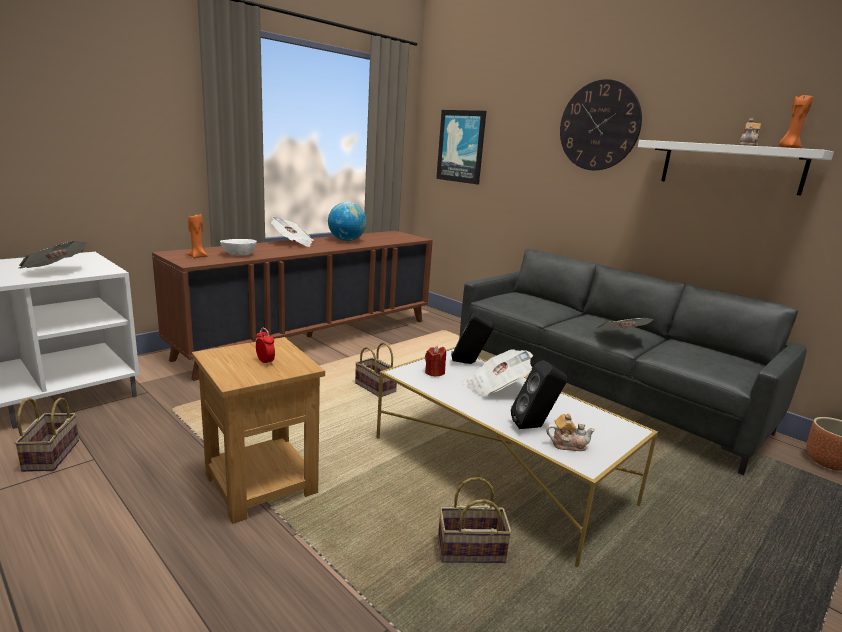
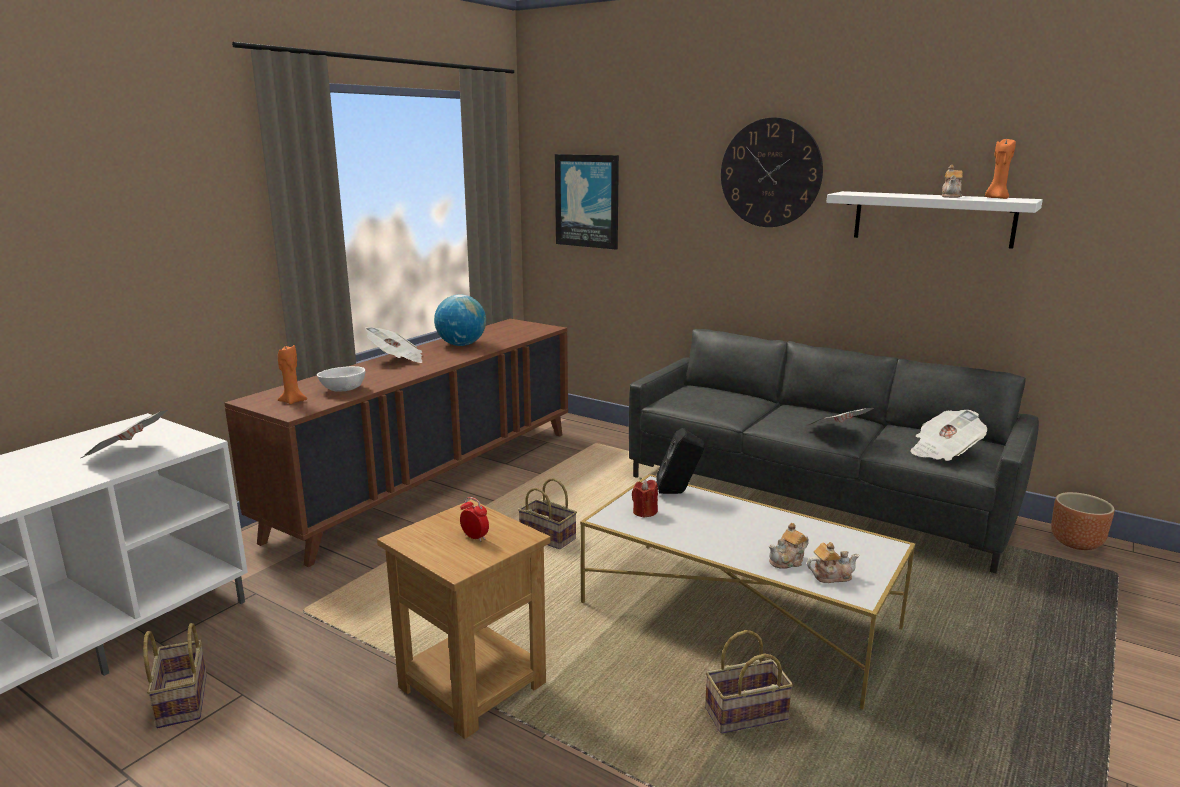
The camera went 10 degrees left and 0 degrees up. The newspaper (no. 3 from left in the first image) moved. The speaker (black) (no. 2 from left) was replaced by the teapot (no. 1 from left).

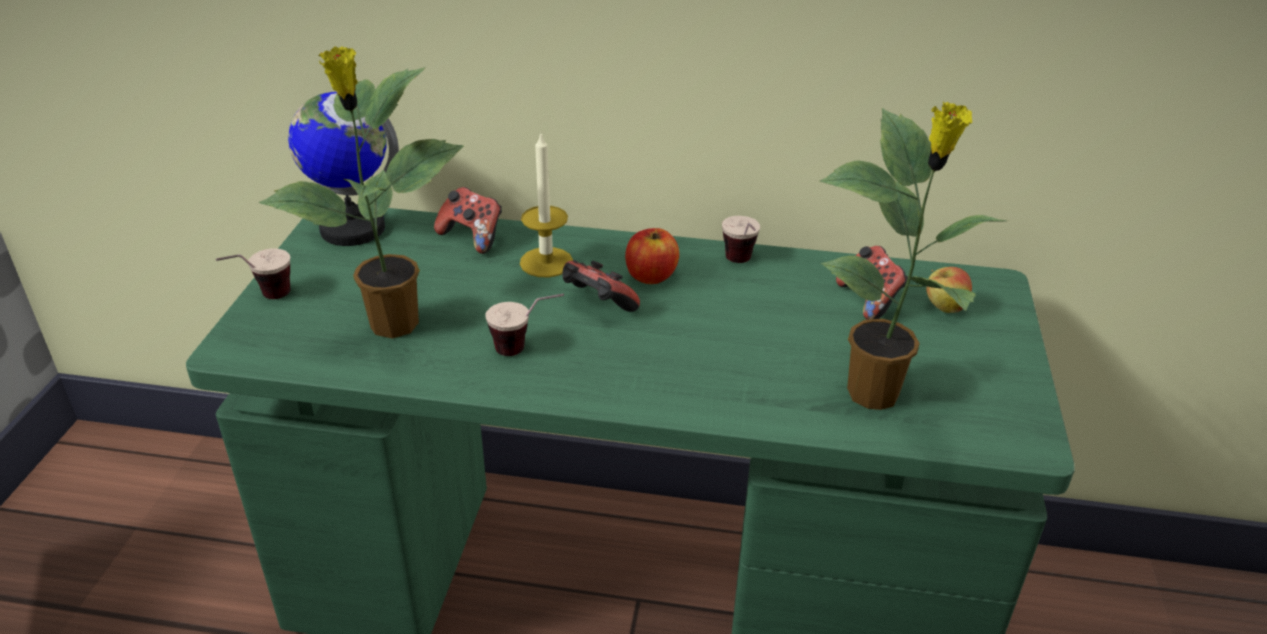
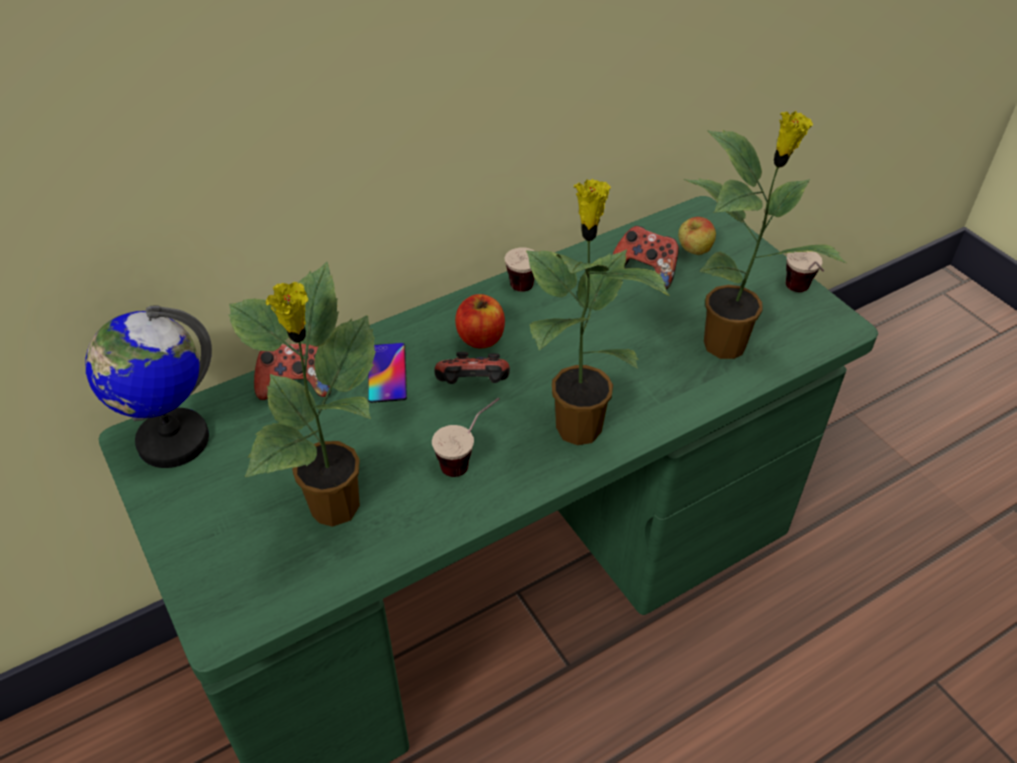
The camera went 40 degrees left and 10 degrees up. The potted plant (no. 2 from left) appeared. The cup (no. 1 from left in the first image) moved. The candle was replaced by the phone.

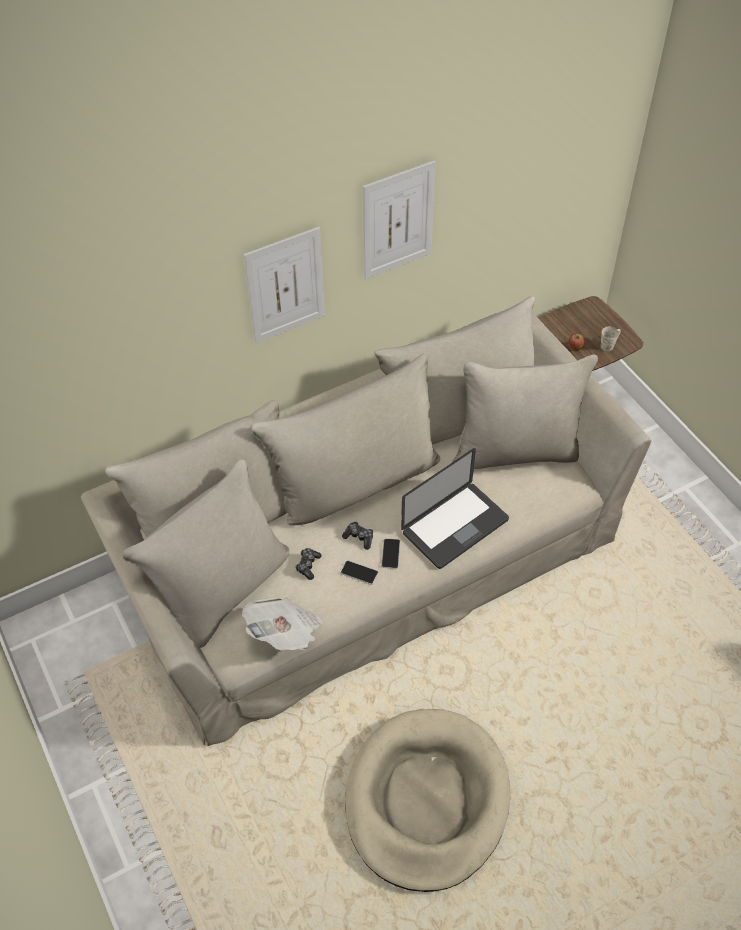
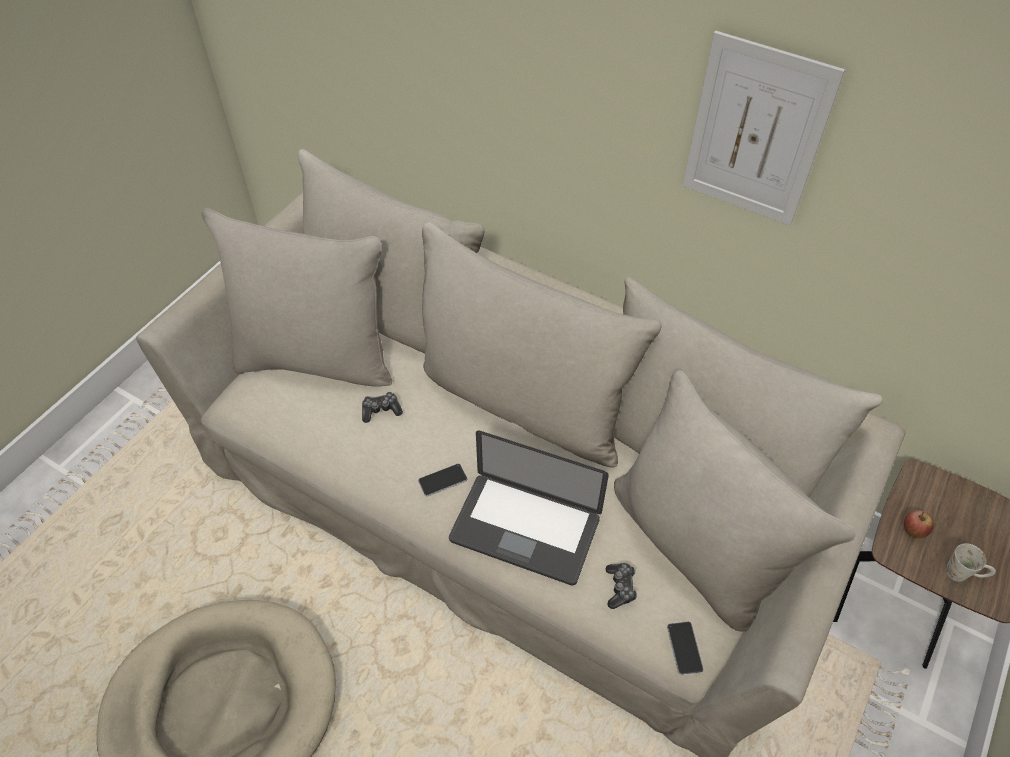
The camera went 60 degrees right and 0 degrees up. The newspaper disappeared. The picture (no. 1 from left) disappeared. The phone (no. 1 from left in the first image) moved. The game controller (no. 2 from left) moved.

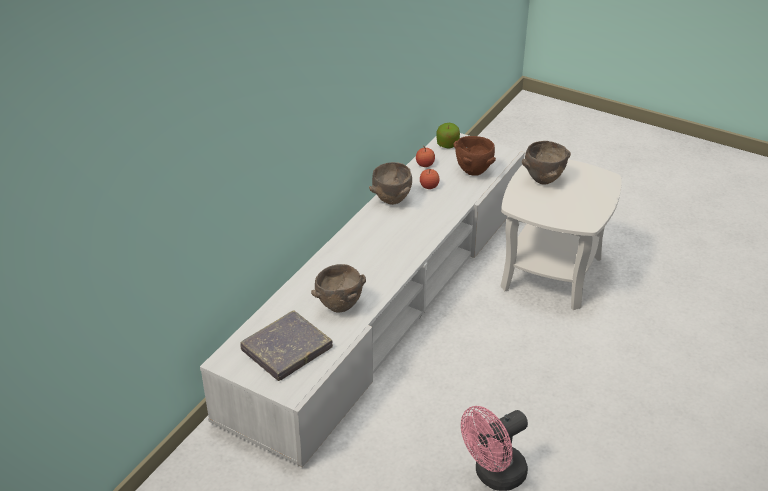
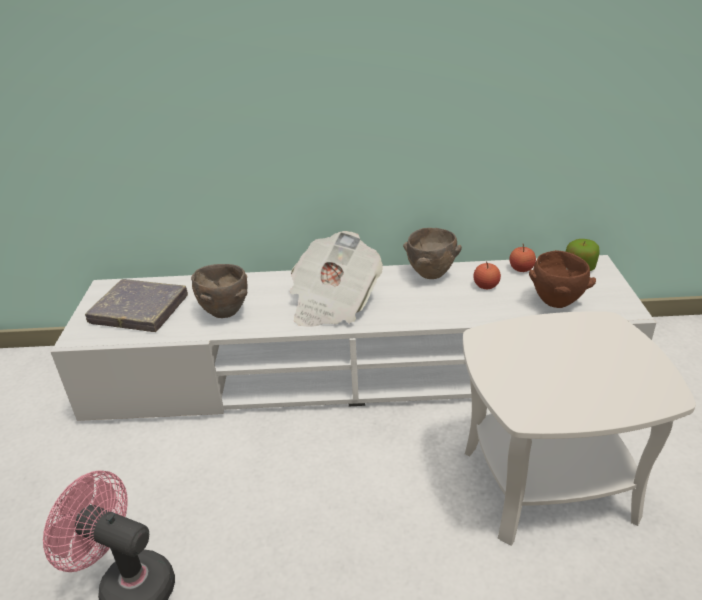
The camera went 60 degrees right and 5 degrees down. The bowl (brown) (no. 4 from left) disappeared. The newspaper appeared.

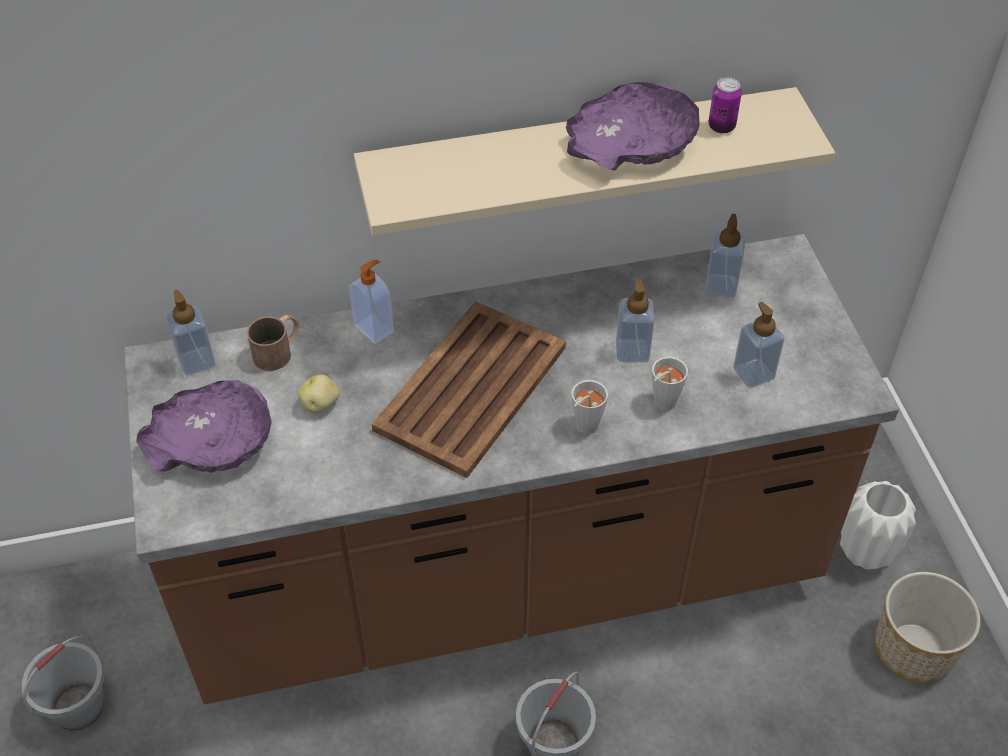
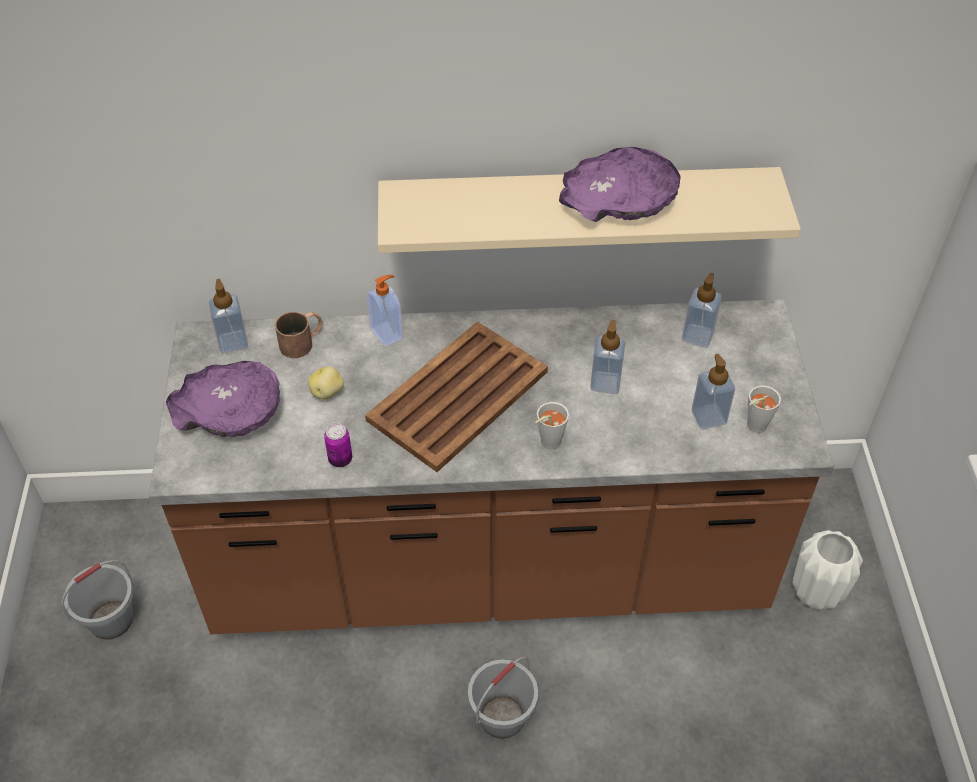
The camera went 10 degrees right and 0 degrees up. The planter disappeared. The cup (grey) (no. 2 from left) moved. The can moved.

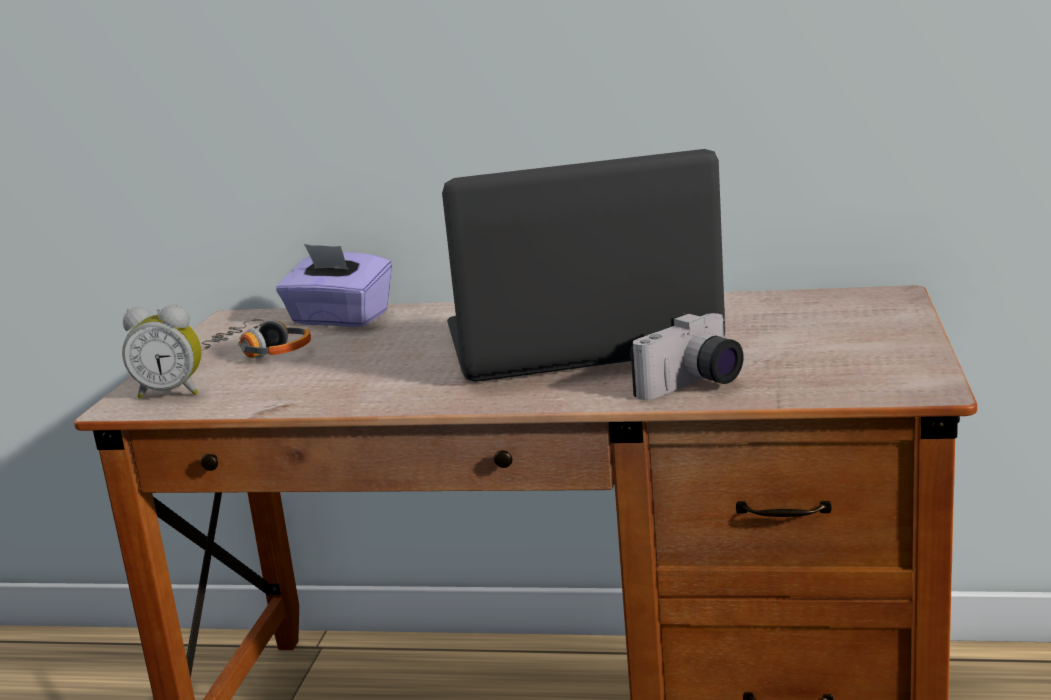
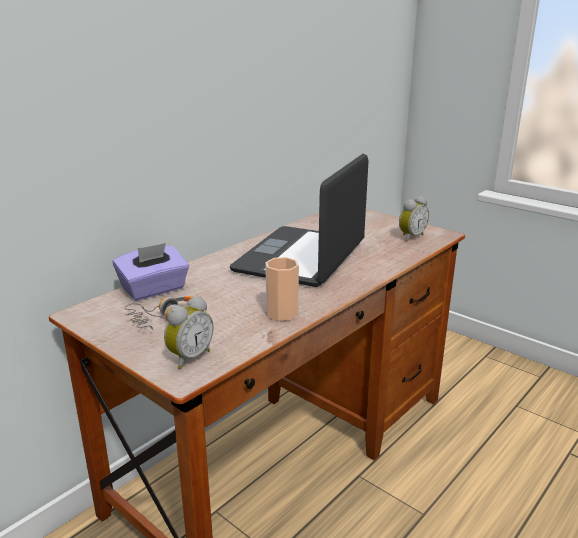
The camera went 60 degrees left and 5 degrees up. The photo camera disappeared. The cup appeared. The alarm clock (no. 2 from left) appeared.

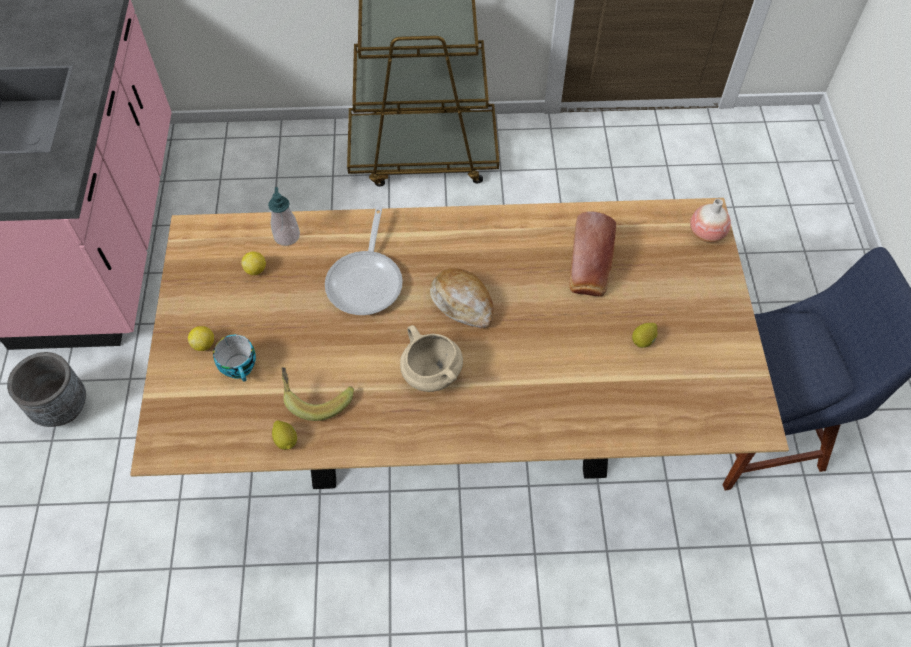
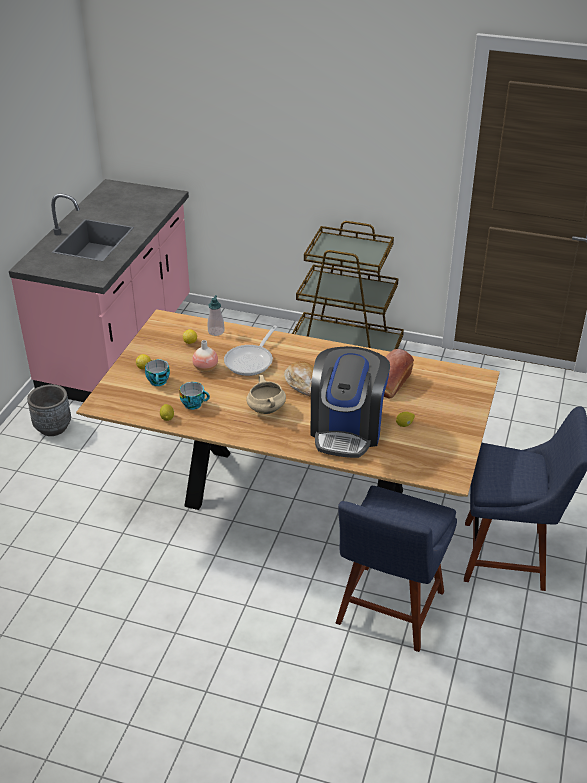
The camera went 20 degrees right and 20 degrees down. The coffee machine appeared. The chair (blue) (no. 1 from left) appeared. The vase moved. The banana was replaced by the cup (no. 2 from left).

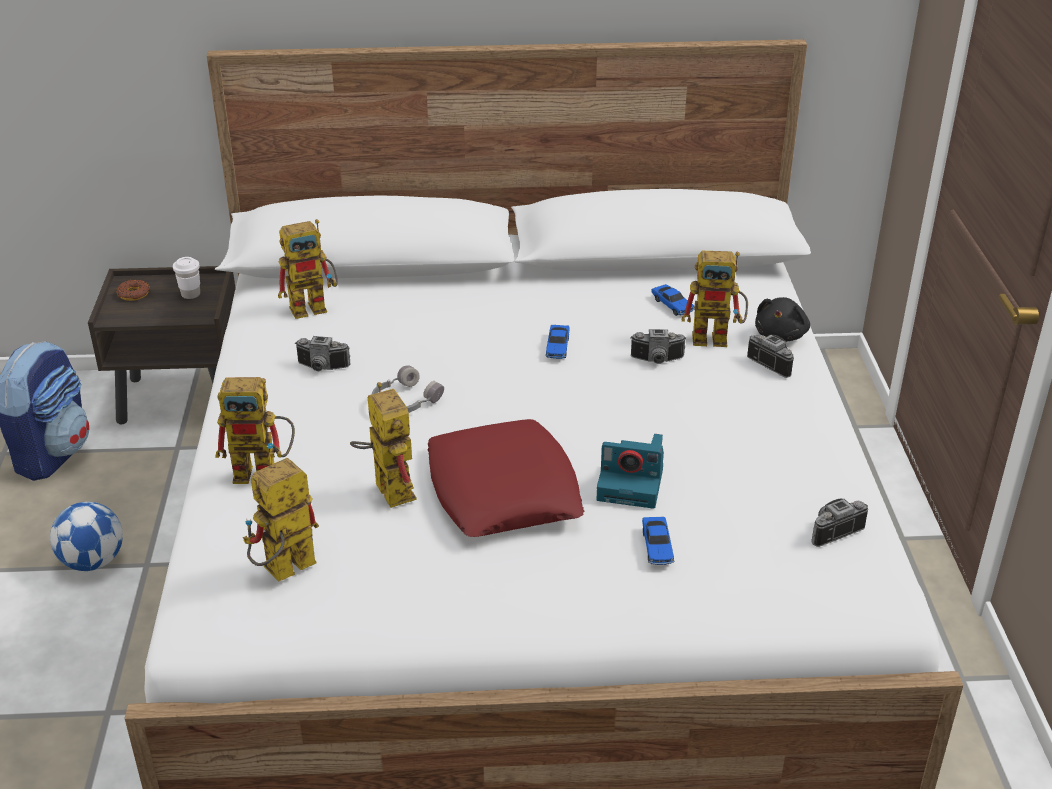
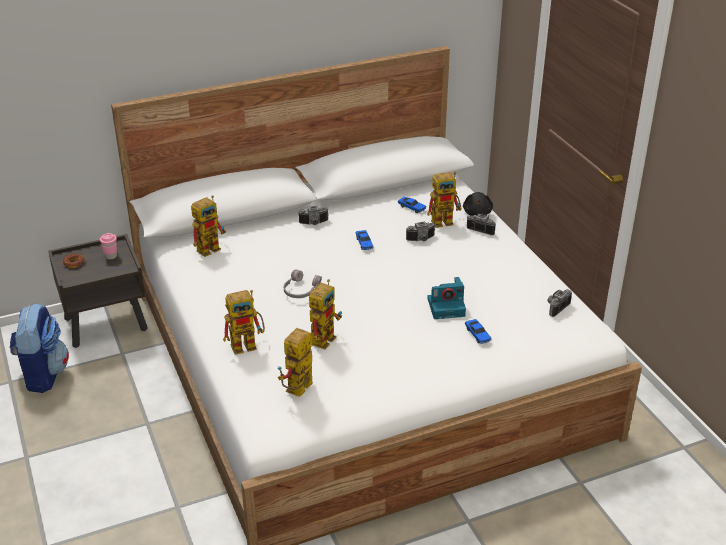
The camera went 20 degrees left and 0 degrees up. The football disappeared. The pillow (red) disappeared. The photo camera (no. 1 from left) moved. The cup (white) became the cup (pink). The toy robot (no. 4 from left) turned 75 degrees clockwise.

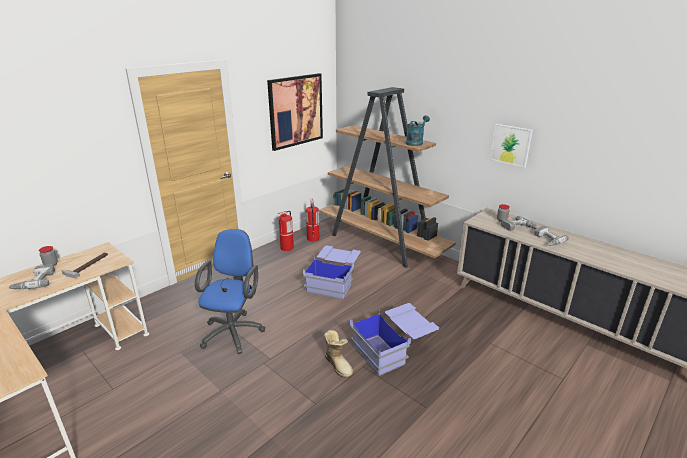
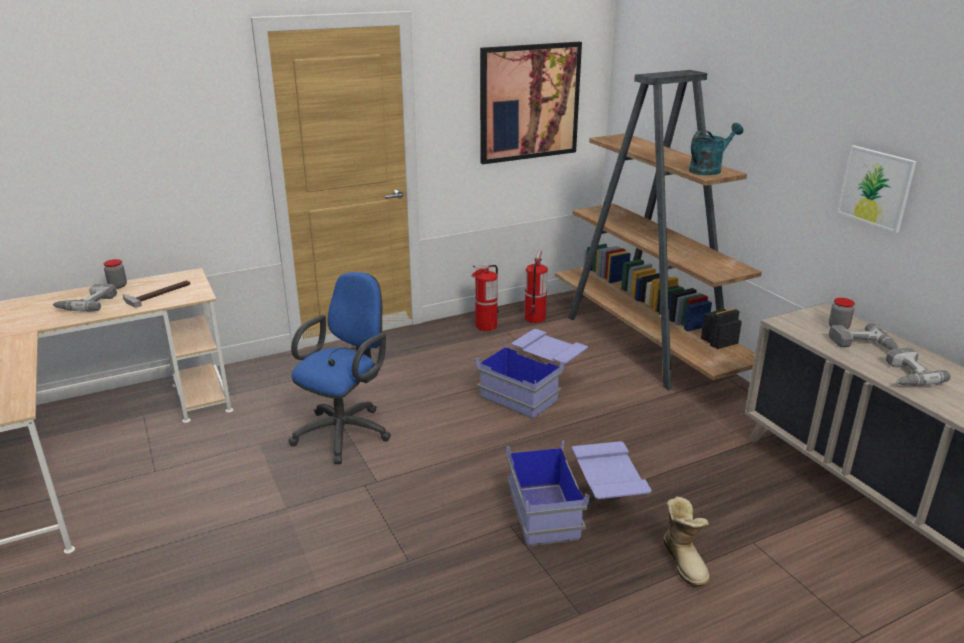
The camera went 20 degrees right and 0 degrees up. The boot moved.

